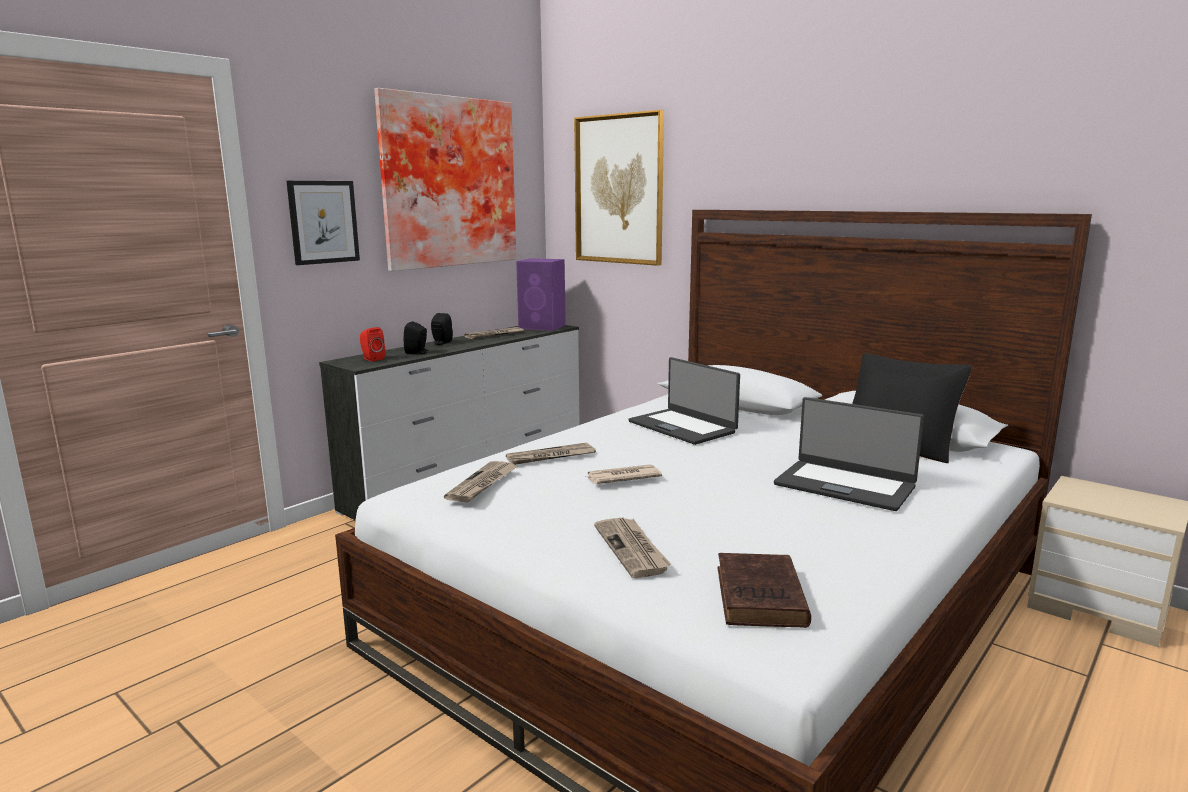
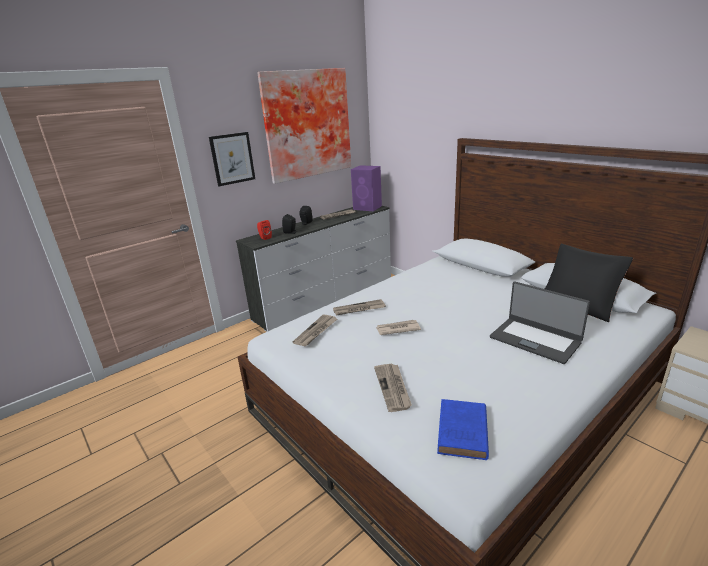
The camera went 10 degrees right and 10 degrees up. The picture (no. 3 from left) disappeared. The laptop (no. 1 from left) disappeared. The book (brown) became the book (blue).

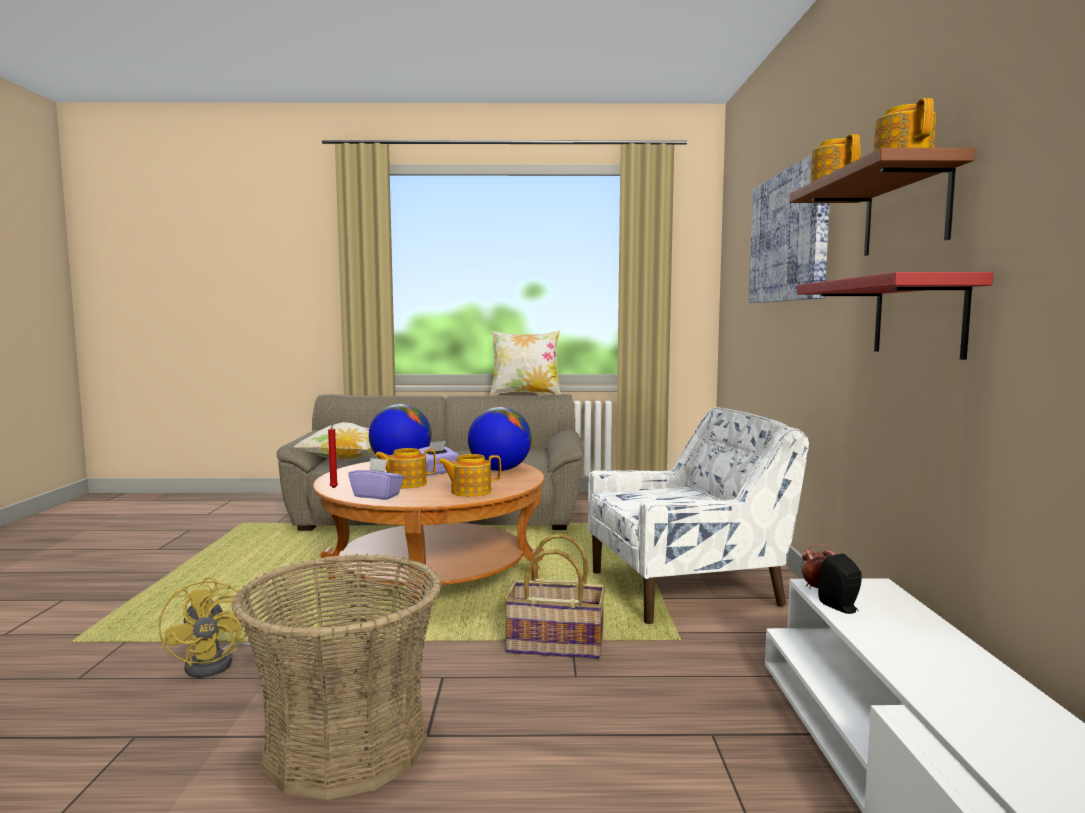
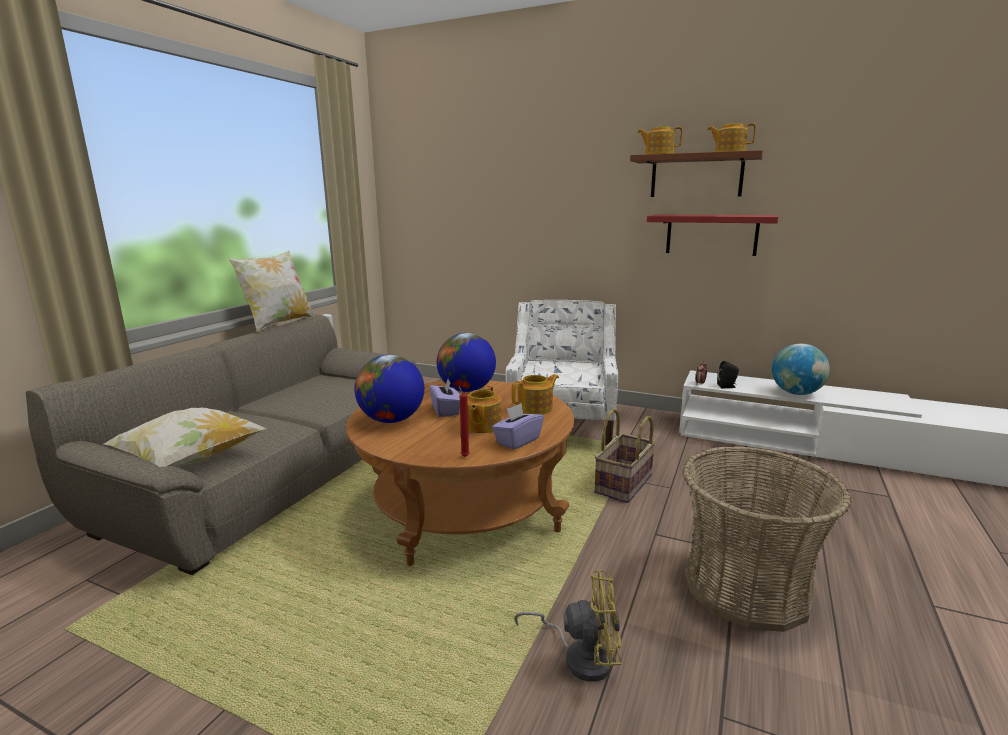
The camera went 65 degrees left and 10 degrees up. The picture disappeared. The globe (no. 3 from left) appeared. The teapot (no. 2 from left) turned 135 degrees counterclockwise.

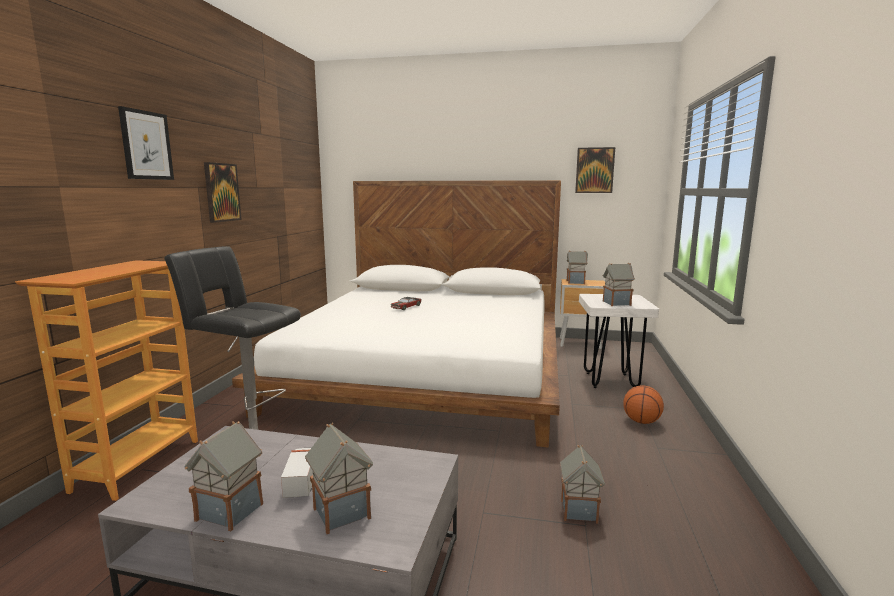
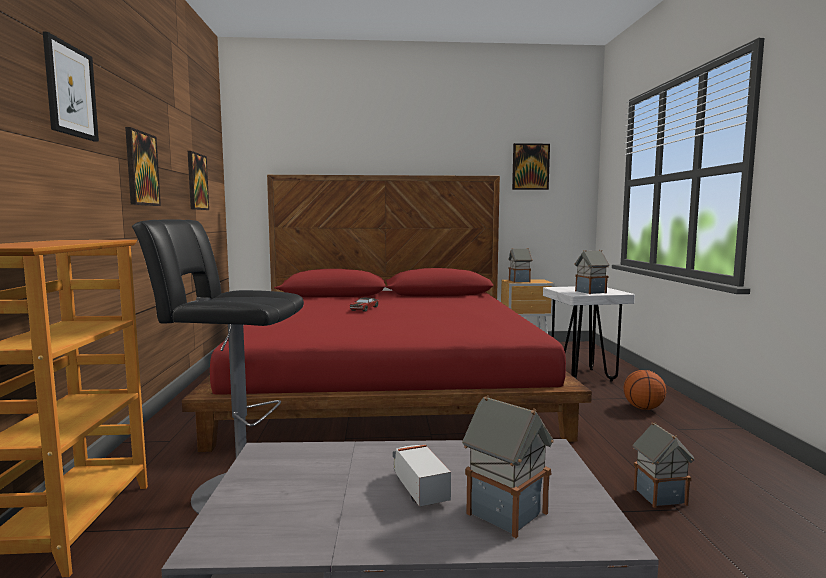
The camera went 15 degrees left and 5 degrees down. The toy house (no. 1 from left) disappeared. The picture (no. 3 from left) appeared. The bed (white) became the bed (red).

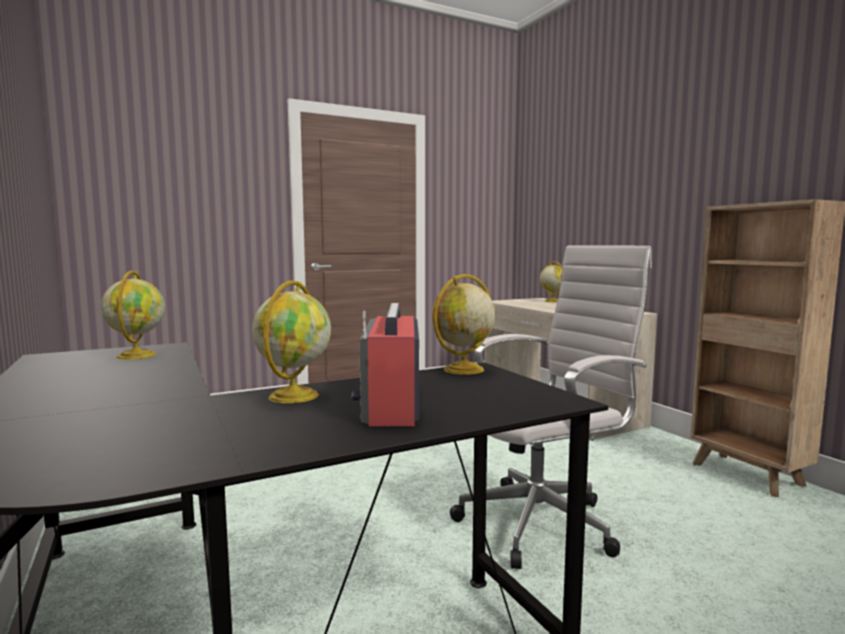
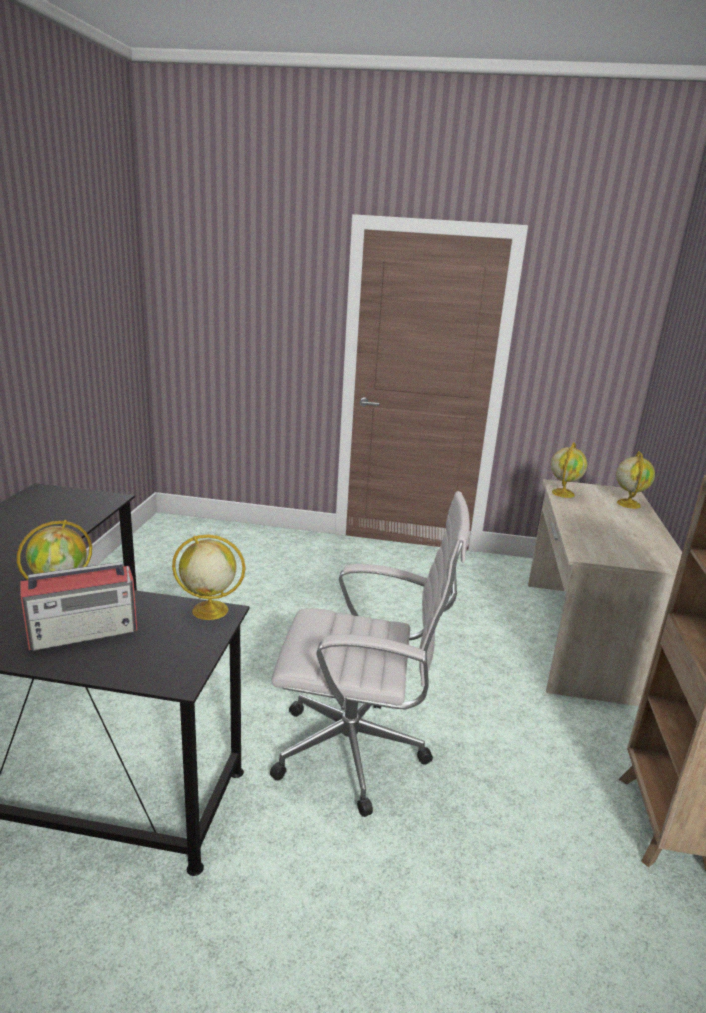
The camera went 35 degrees right and 15 degrees up. The globe (no. 1 from left in the first image) moved. The radio turned 150 degrees counterclockwise.

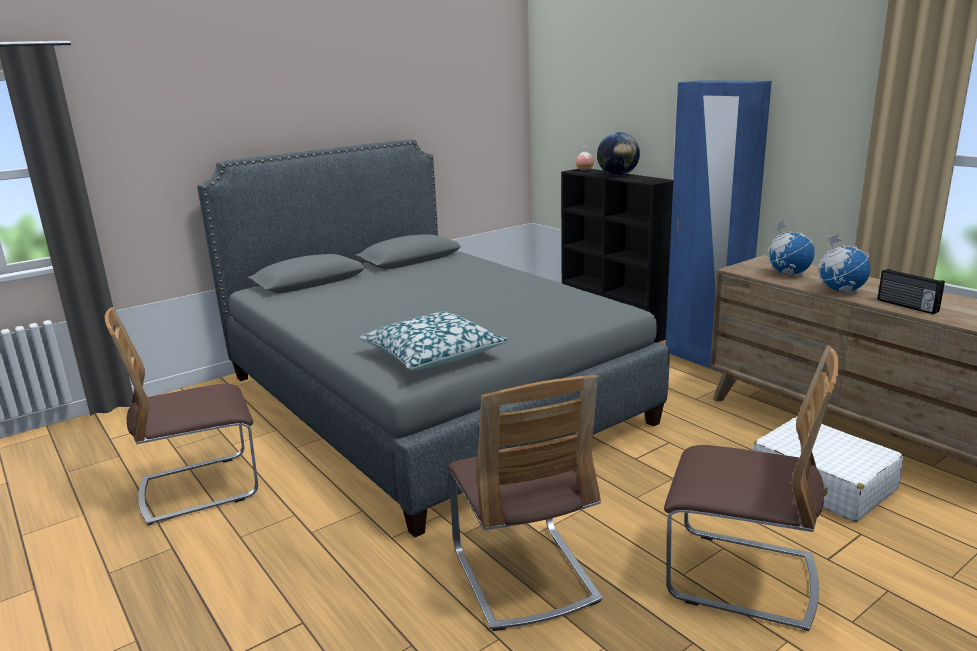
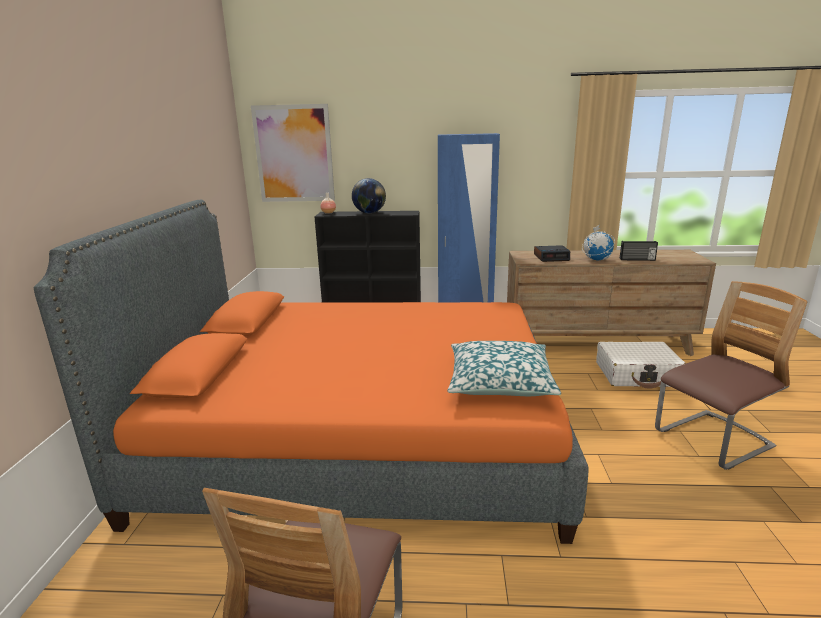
The camera went 50 degrees left and 0 degrees up. The chair (no. 2 from left) disappeared. The picture appeared. The globe (no. 2 from left) was replaced by the alarm clock. The bed (grey) became the bed (orange).

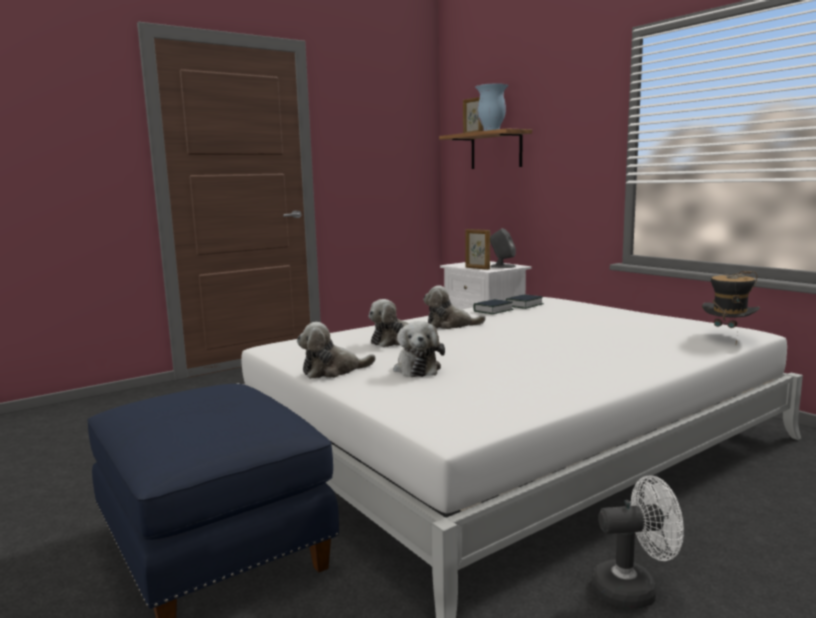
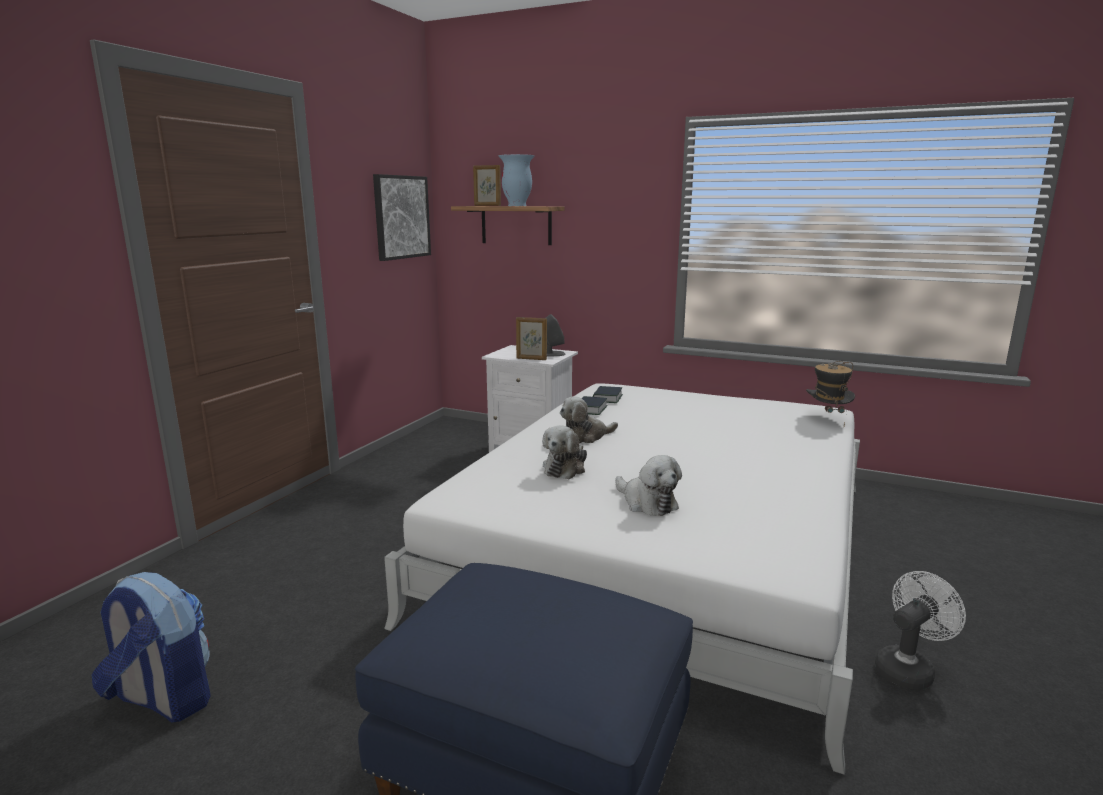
The camera went 30 degrees left and 5 degrees up. The plush toy (no. 1 from left) disappeared. The backpack appeared. The picture appeared.

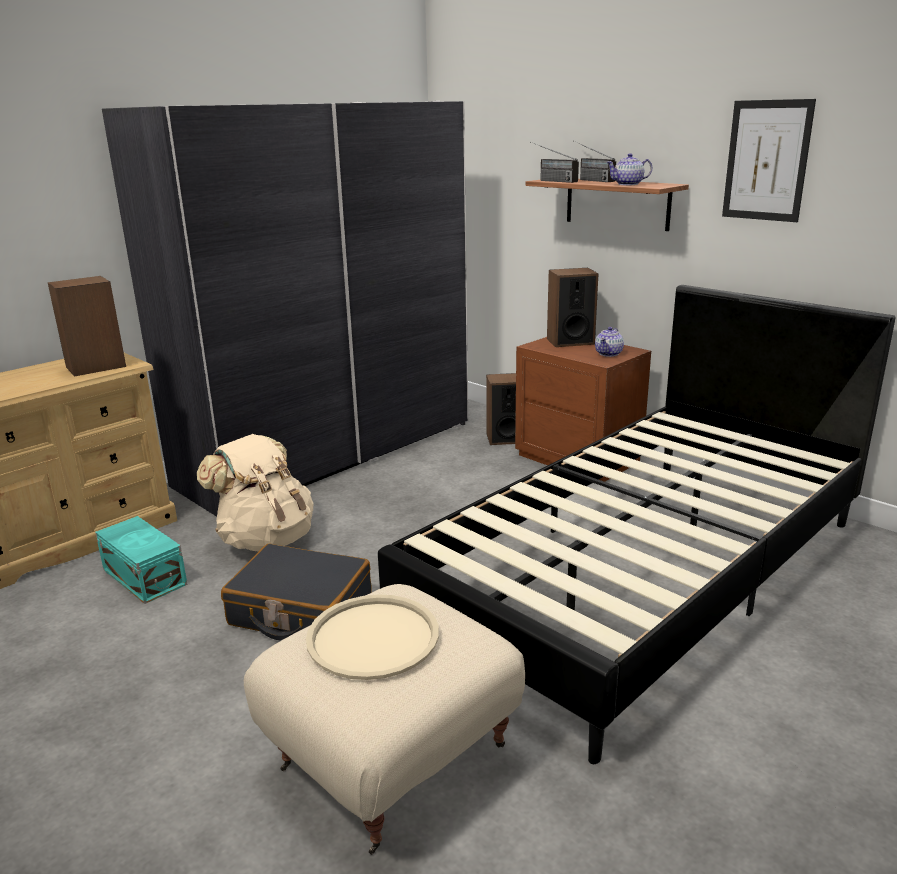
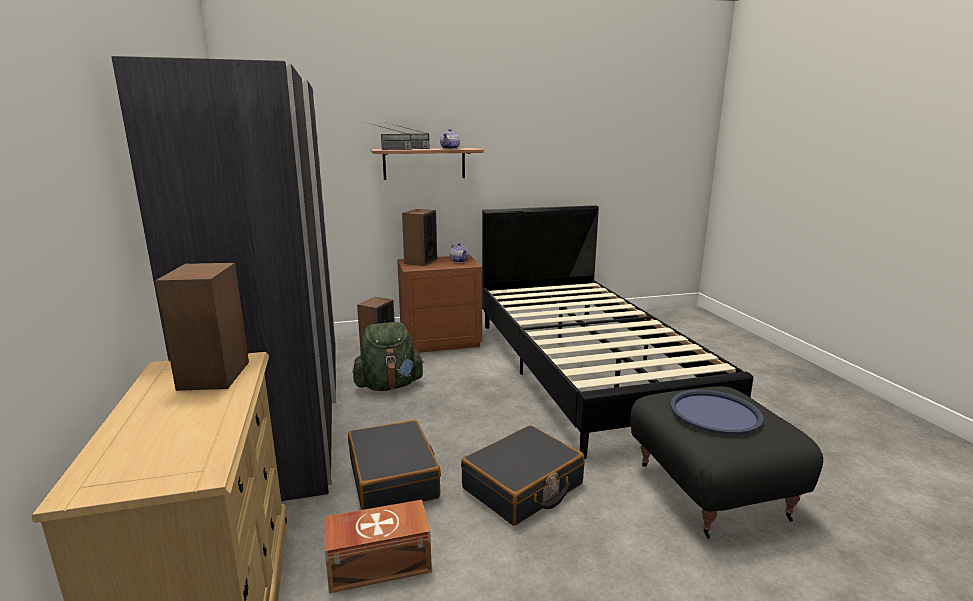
The camera went 60 degrees left and 5 degrees down. The picture disappeared. The backpack (green) appeared. The backpack (beige) was replaced by the suitcase (black) (no. 1 from left). The storage box (turquoise) became the storage box (brown). The ottoman (beige) became the ottoman (black). The tray (beige) became the tray (blue).

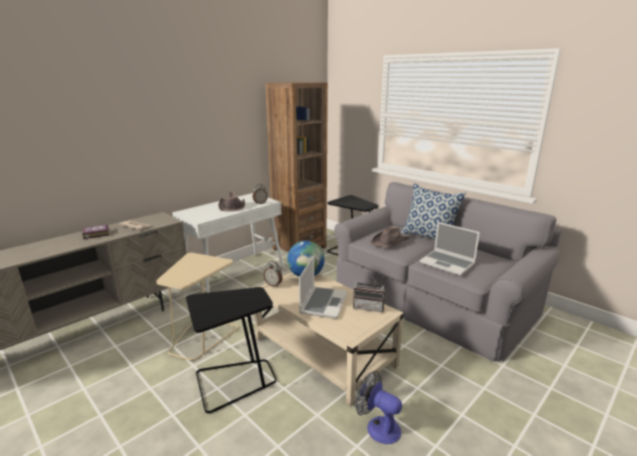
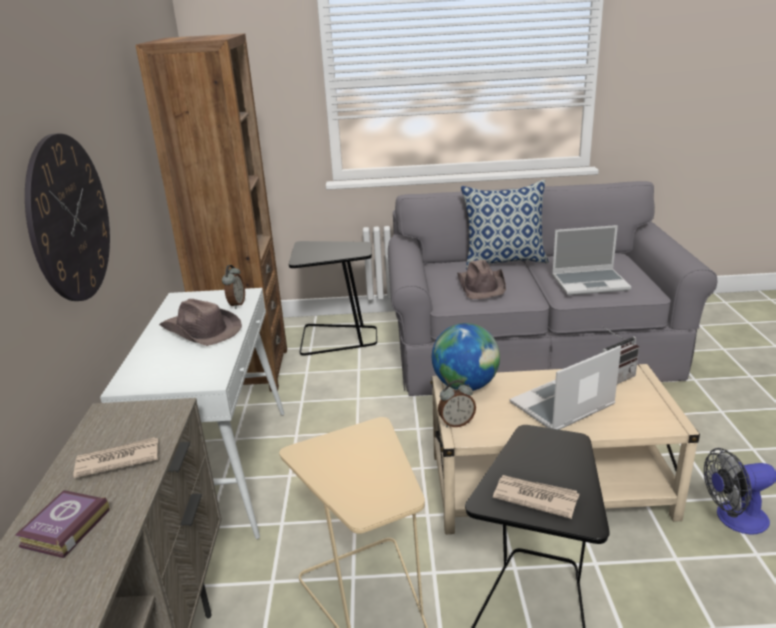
The camera went 45 degrees left and 5 degrees up. The wall clock appeared. The newspaper (no. 2 from left) appeared. The laptop (no. 1 from left) turned 90 degrees counterclockwise.

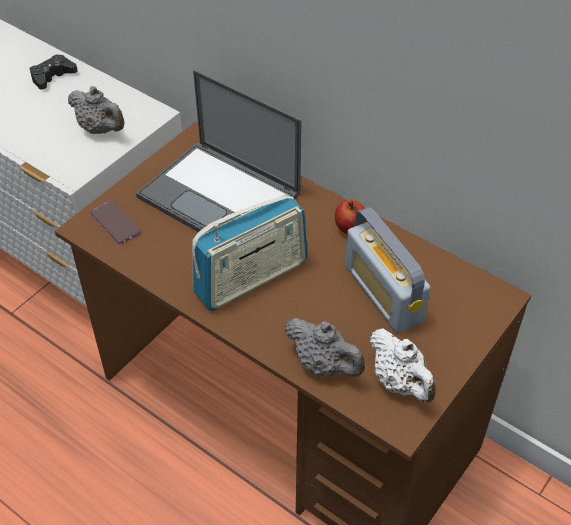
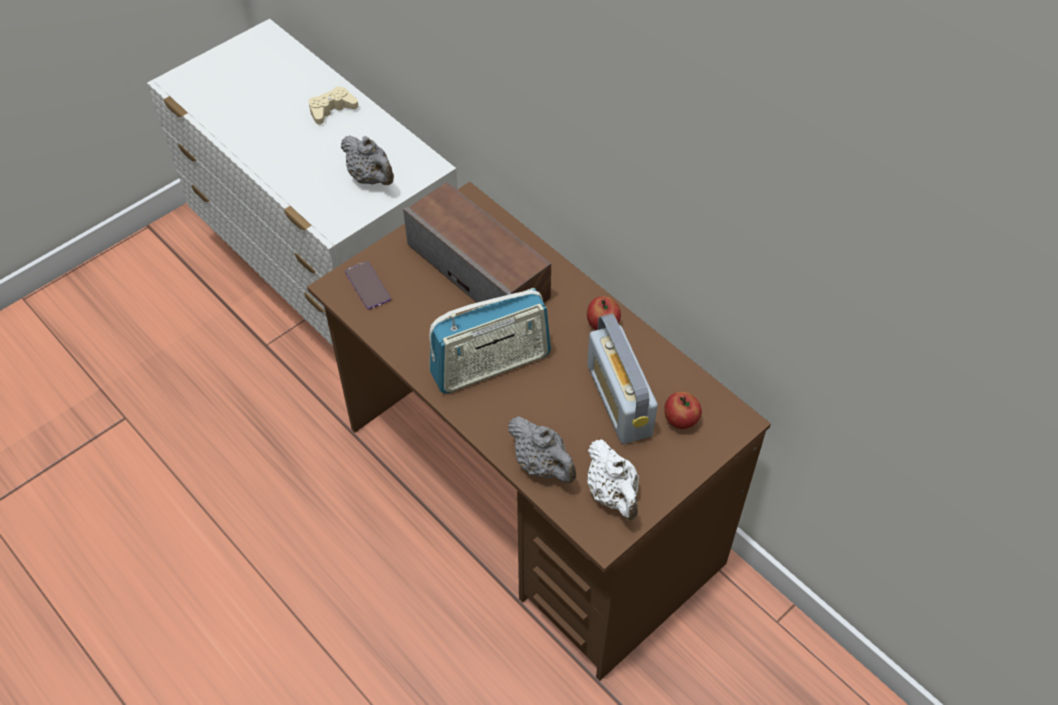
The camera went 10 degrees right and 5 degrees up. The apple (no. 2 from left) appeared. The laptop was replaced by the speaker. The game controller (black) became the game controller (beige).

